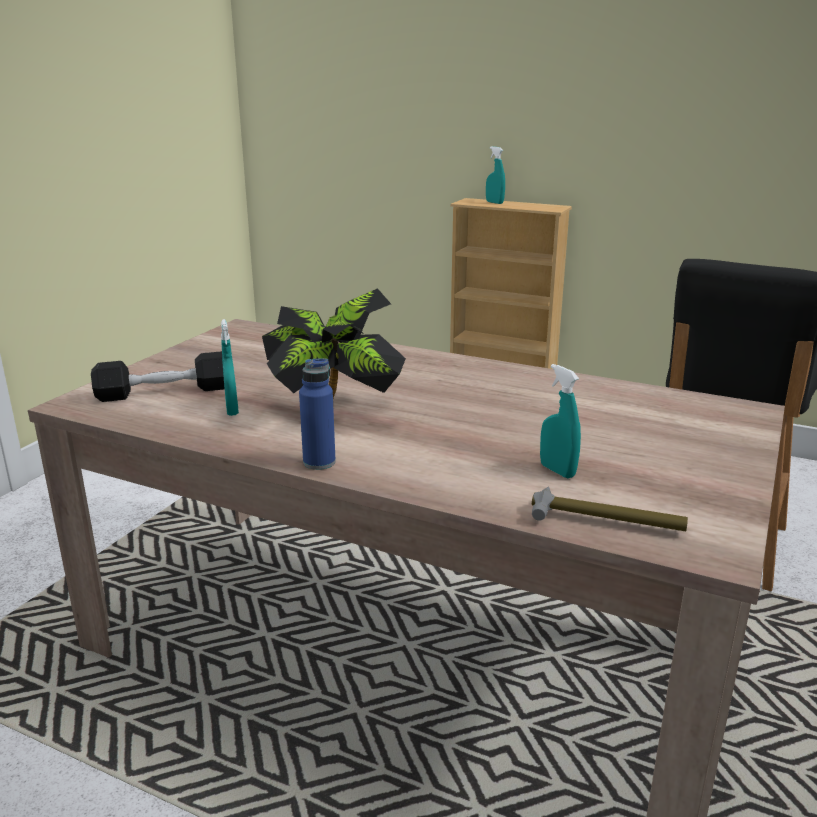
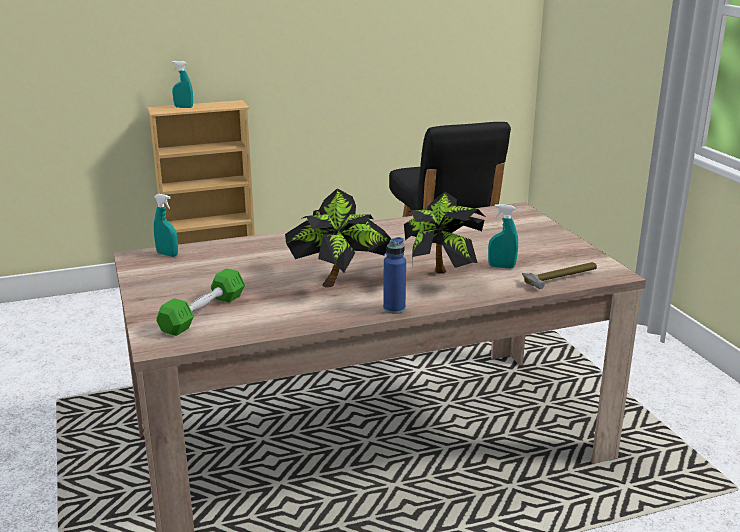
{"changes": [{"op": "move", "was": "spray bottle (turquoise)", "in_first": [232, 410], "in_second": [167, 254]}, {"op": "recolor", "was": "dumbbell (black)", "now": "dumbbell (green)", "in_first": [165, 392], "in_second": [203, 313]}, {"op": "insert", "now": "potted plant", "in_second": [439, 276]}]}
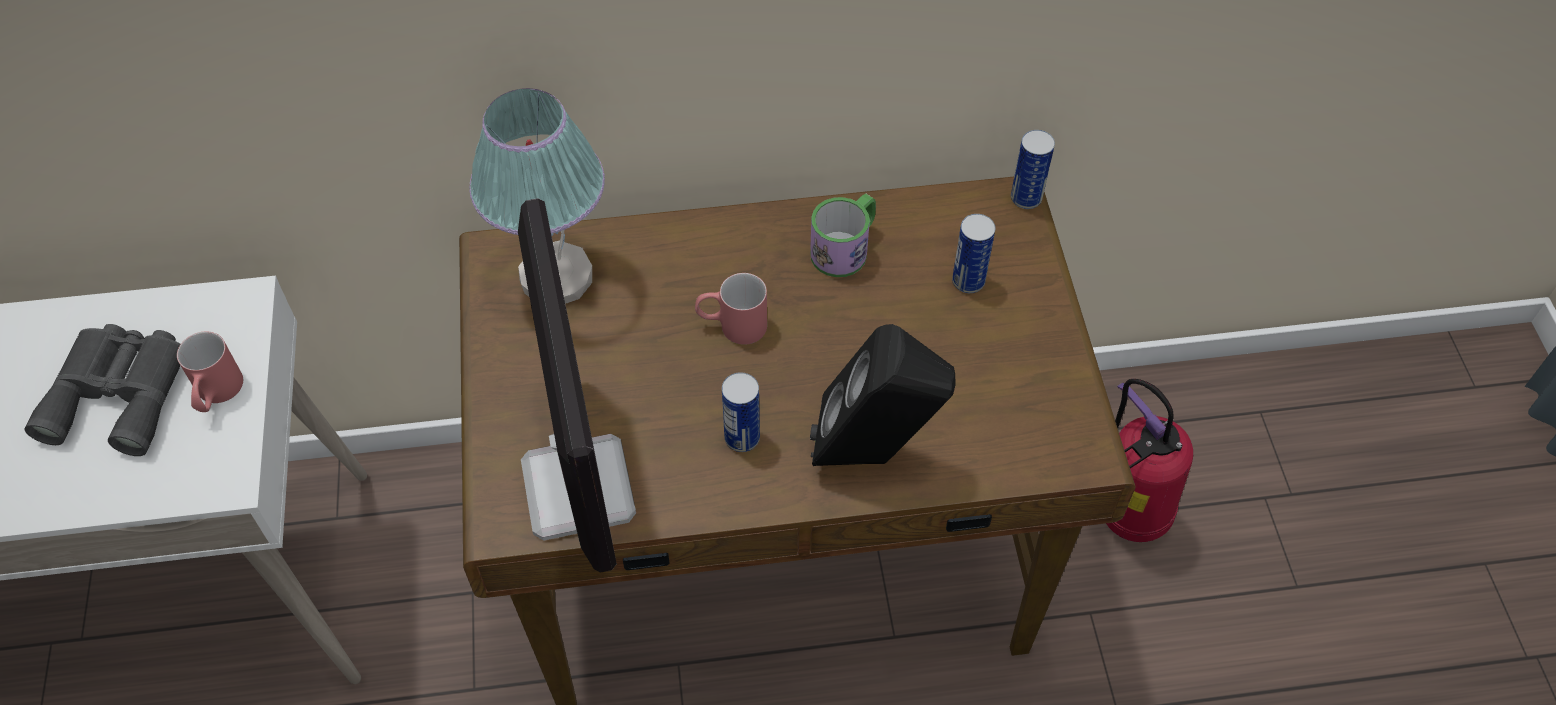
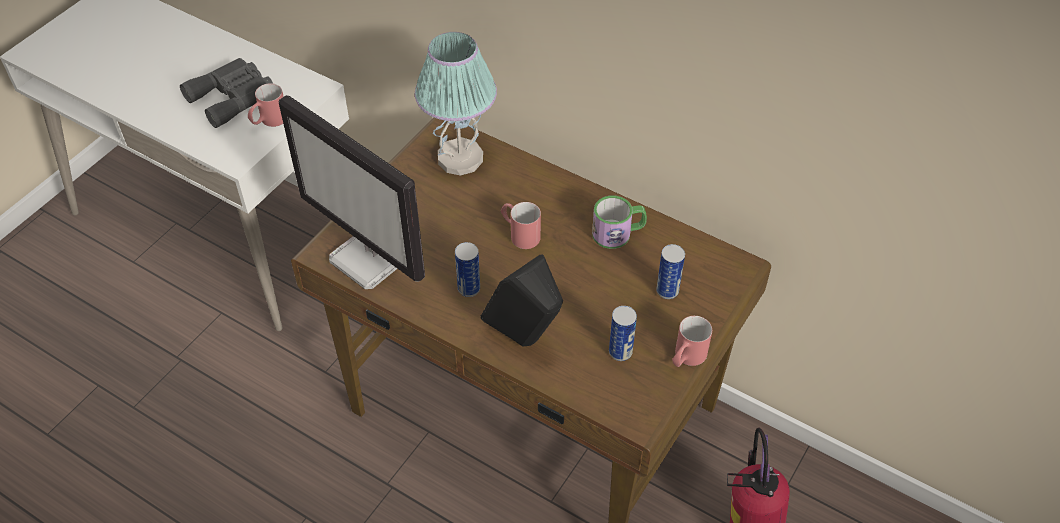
{"changes": [{"op": "move", "was": "can", "in_first": [1026, 198], "in_second": [620, 352]}, {"op": "rotate", "was": "monitor", "in_first": [577, 486], "in_second": [371, 258], "clockwise": 105}, {"op": "insert", "now": "mug (red)", "in_second": [686, 358]}]}
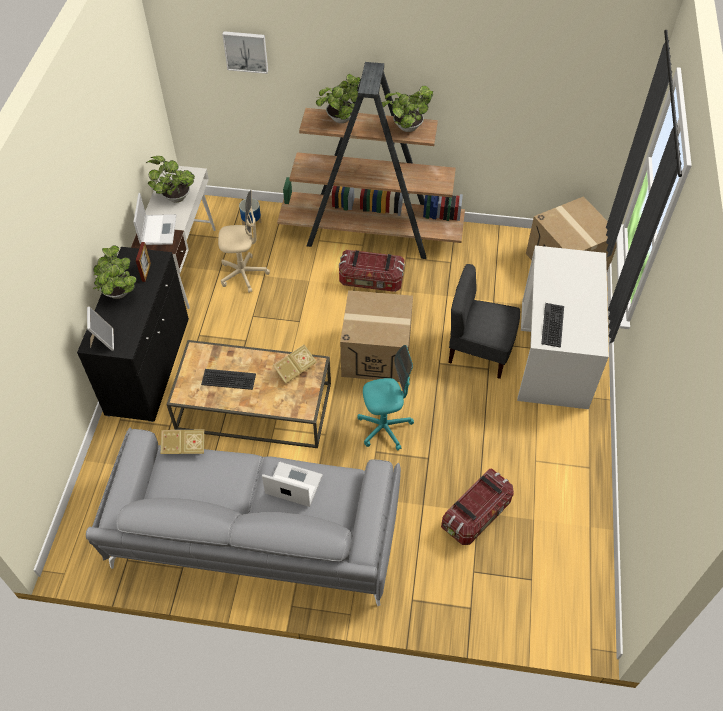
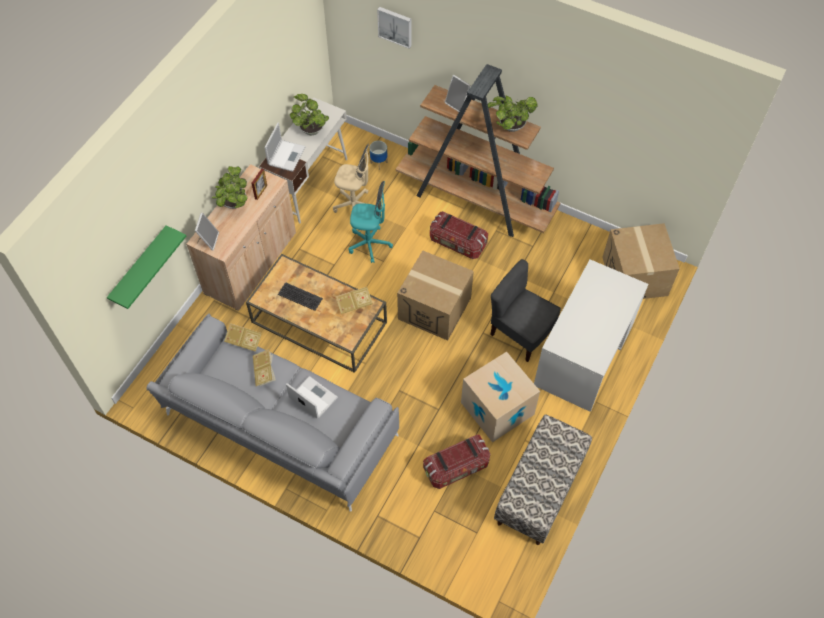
{"changes": [{"op": "replace", "was": "potted plant", "now": "picture frame", "in_first": [339, 120], "in_second": [458, 104]}, {"op": "recolor", "was": "cabinet (black)", "now": "cabinet (beige)", "in_first": [149, 366], "in_second": [251, 263]}, {"op": "delete", "was": "keyboard", "in_first": [553, 325]}, {"op": "move", "was": "office chair (turquoise)", "in_first": [384, 428], "in_second": [369, 244]}, {"op": "insert", "now": "shelf (green)", "in_second": [140, 267]}, {"op": "insert", "now": "book", "in_second": [265, 372]}, {"op": "insert", "now": "cardboard box", "in_second": [497, 408]}, {"op": "insert", "now": "bench", "in_second": [540, 490]}]}
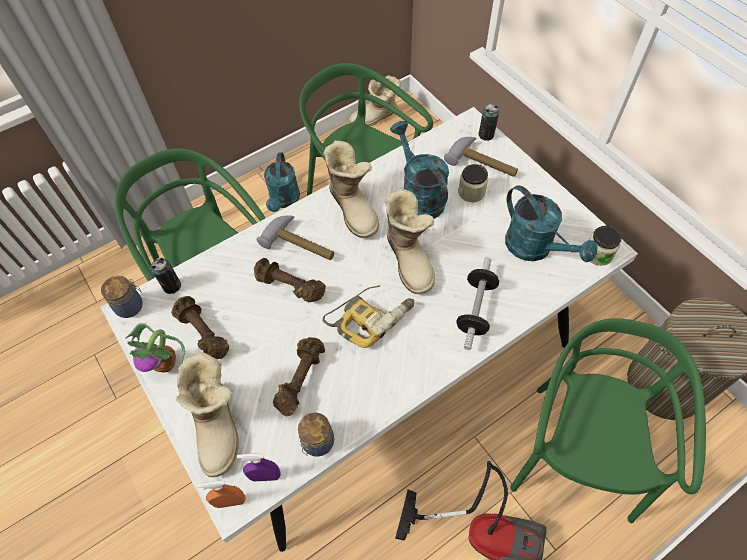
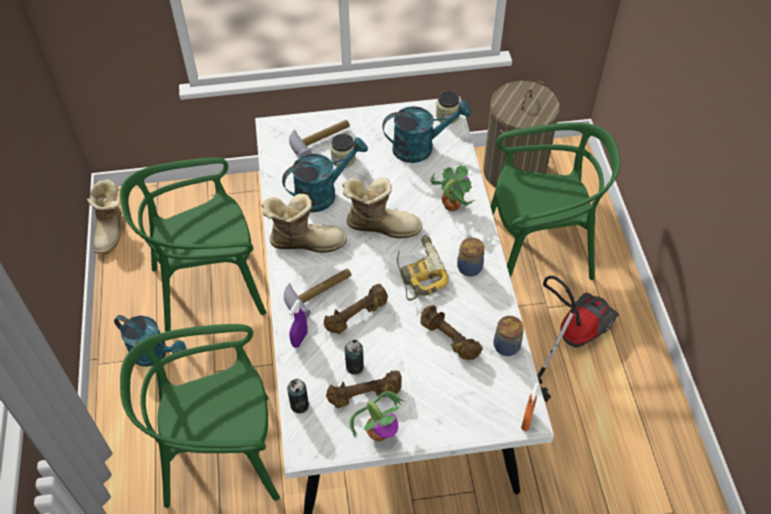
{"changes": [{"op": "move", "was": "can", "in_first": [486, 135], "in_second": [354, 367]}, {"op": "rotate", "was": "watering can (turquoise)", "in_first": [418, 195], "in_second": [322, 193], "clockwise": 150}, {"op": "replace", "was": "dumbbell", "now": "potted plant", "in_first": [476, 309], "in_second": [451, 205]}, {"op": "move", "was": "jar", "in_first": [131, 306], "in_second": [469, 266]}, {"op": "rotate", "was": "chair (green)", "in_first": [576, 452], "in_second": [537, 251], "clockwise": 135}, {"op": "delete", "was": "boot", "in_first": [219, 425]}, {"op": "move", "was": "spray bottle (purple)", "in_first": [265, 476], "in_second": [299, 339]}]}
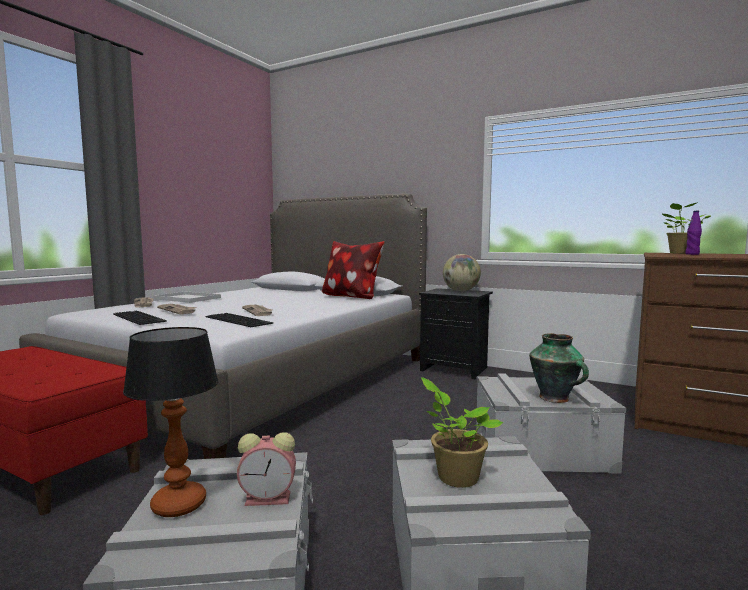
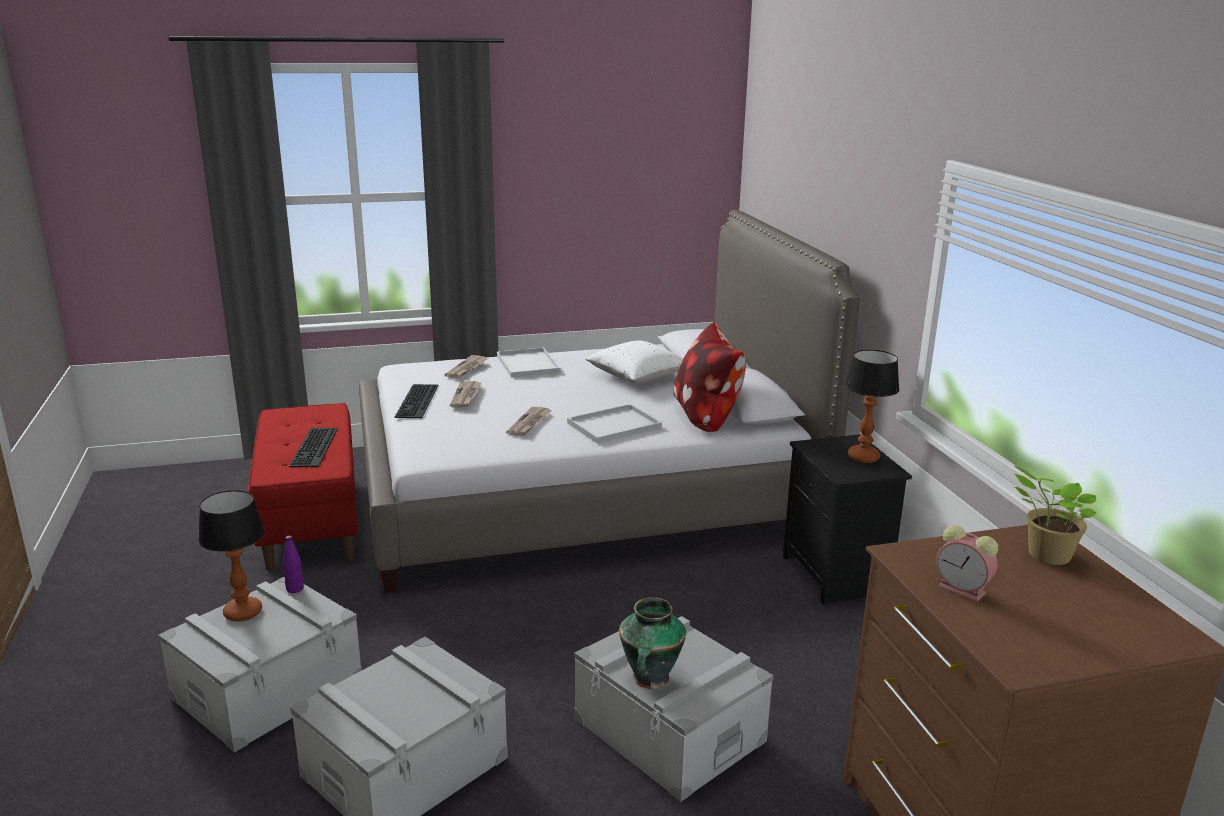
{"changes": [{"op": "move", "was": "bottle (purple)", "in_first": [692, 254], "in_second": [295, 589]}, {"op": "replace", "was": "globe", "now": "table lamp", "in_first": [460, 291], "in_second": [862, 457]}, {"op": "move", "was": "keyboard", "in_first": [240, 320], "in_second": [316, 447]}, {"op": "delete", "was": "potted plant", "in_first": [455, 476]}, {"op": "move", "was": "alarm clock", "in_first": [270, 498], "in_second": [964, 590]}, {"op": "insert", "now": "pillow (white)", "in_second": [637, 377]}, {"op": "insert", "now": "tray (white)", "in_second": [613, 426]}]}
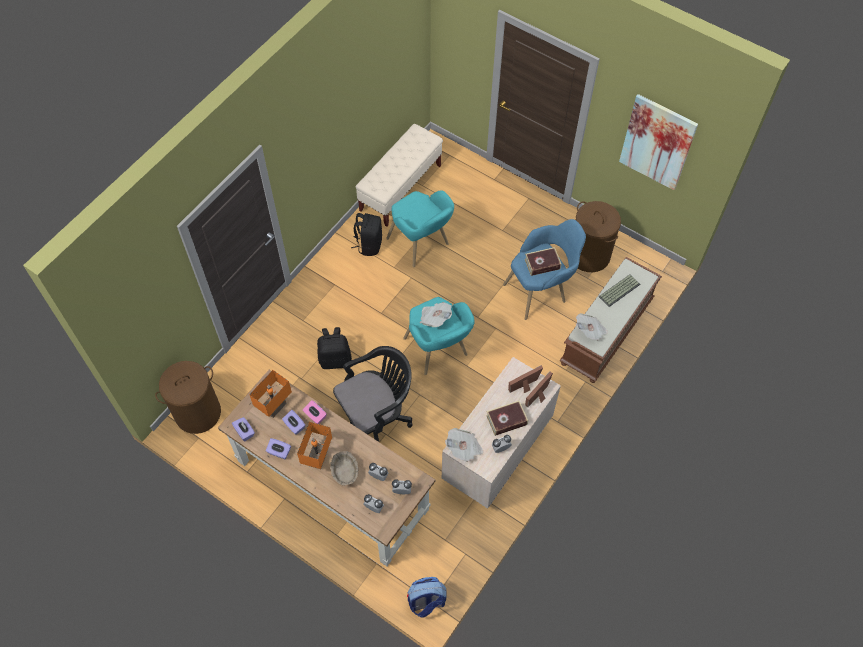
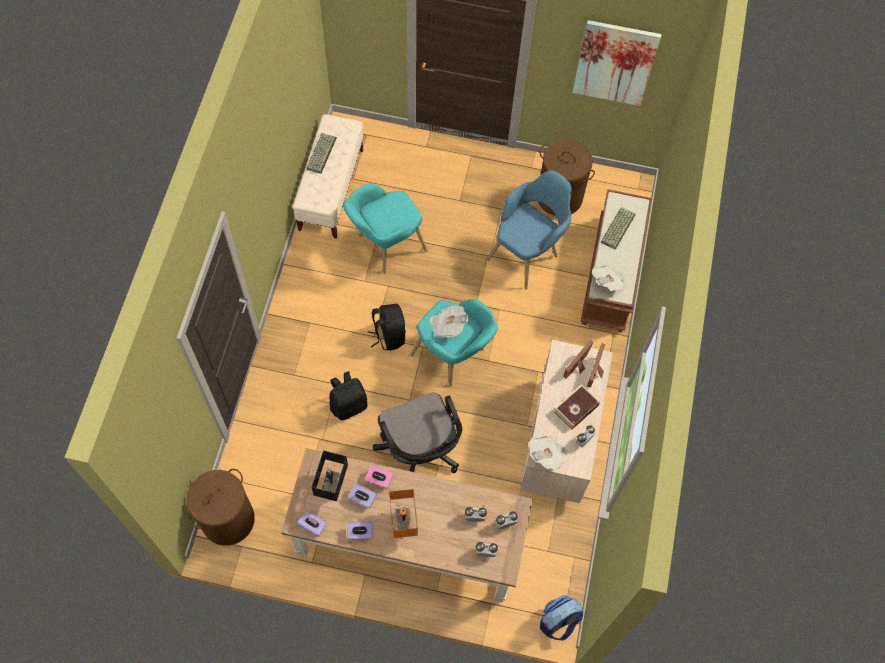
{"changes": [{"op": "rotate", "was": "armchair (turquoise)", "in_first": [422, 247], "in_second": [384, 247], "clockwise": 120}, {"op": "move", "was": "backpack (black)", "in_first": [369, 244], "in_second": [388, 335]}, {"op": "delete", "was": "book", "in_first": [542, 264]}, {"op": "rotate", "was": "office chair (black)", "in_first": [375, 418], "in_second": [420, 452], "clockwise": 120}, {"op": "recolor", "was": "table lamp (orange)", "now": "table lamp (black)", "in_first": [275, 408], "in_second": [333, 487]}, {"op": "delete", "was": "bowl (beige)", "in_first": [345, 473]}, {"op": "insert", "now": "keyboard", "in_second": [321, 153]}]}
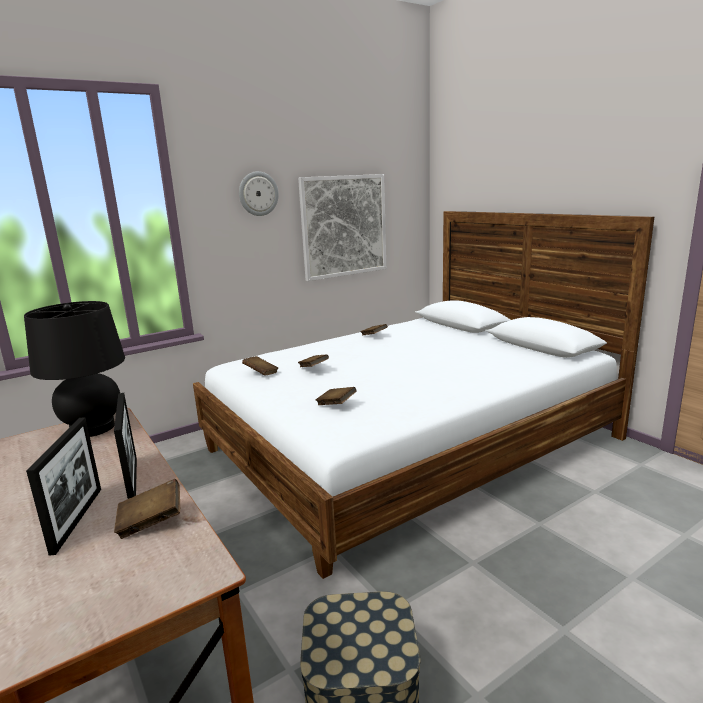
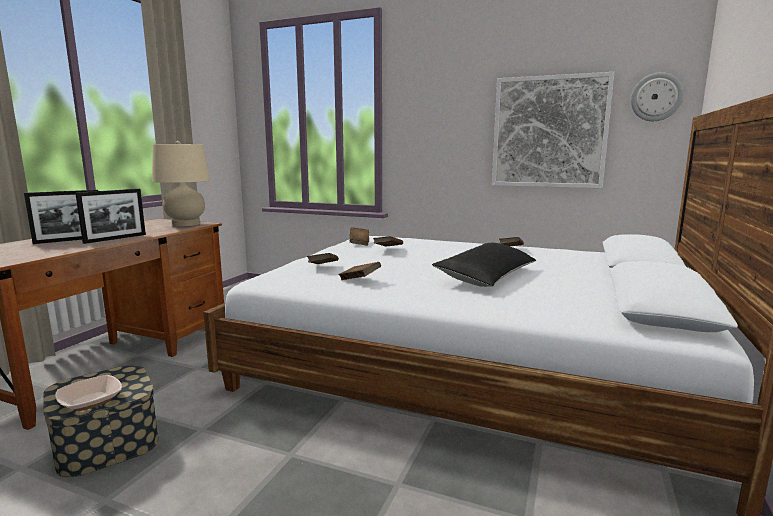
{"changes": [{"op": "move", "was": "wall clock", "in_first": [258, 193], "in_second": [656, 97]}, {"op": "recolor", "was": "table lamp (black)", "now": "table lamp (beige)", "in_first": [93, 428], "in_second": [186, 224]}, {"op": "move", "was": "book (brown)", "in_first": [151, 522], "in_second": [359, 280]}, {"op": "insert", "now": "pillow (black)", "in_second": [486, 276]}, {"op": "insert", "now": "bowl", "in_second": [91, 401]}]}
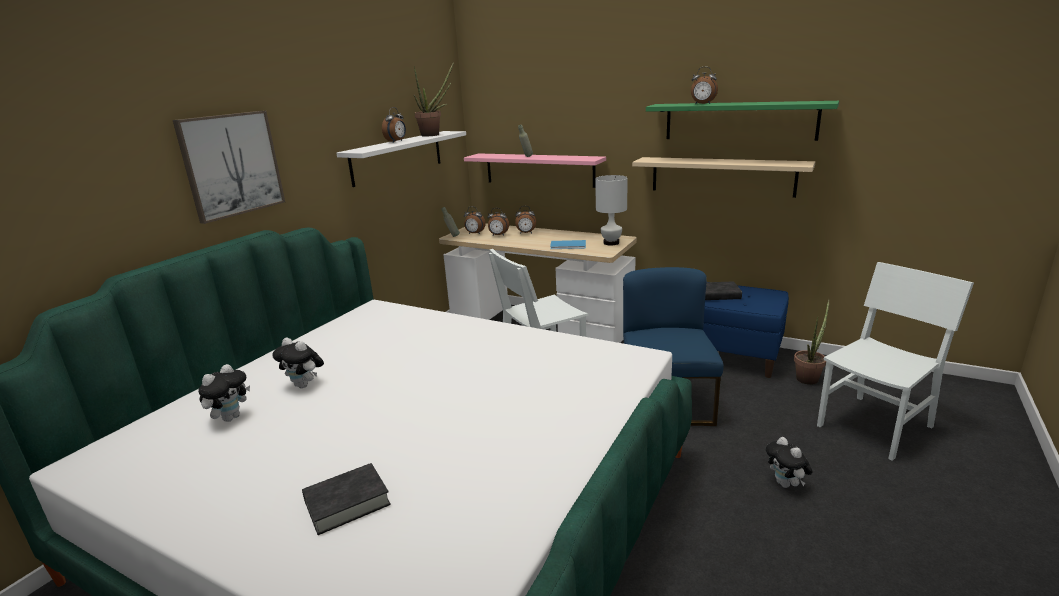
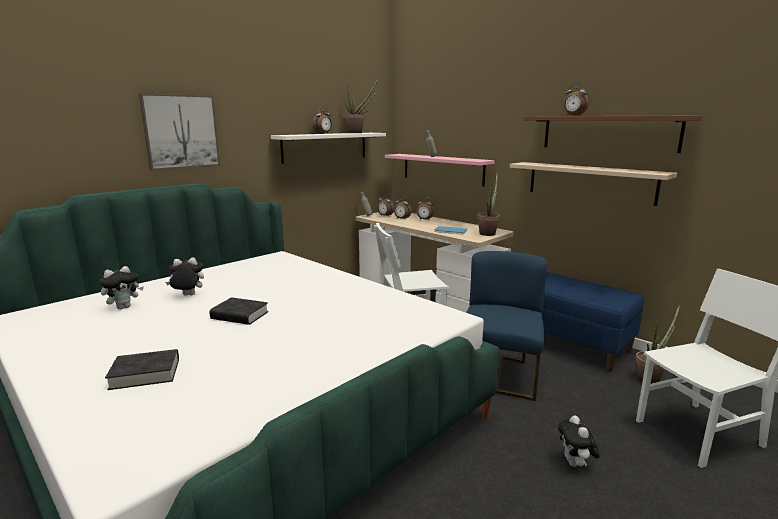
{"changes": [{"op": "recolor", "was": "shelf (green)", "now": "shelf (brown)", "in_first": [739, 121], "in_second": [608, 133]}, {"op": "replace", "was": "table lamp (white)", "now": "potted plant", "in_first": [611, 243], "in_second": [488, 233]}, {"op": "move", "was": "book (black)", "in_first": [719, 295], "in_second": [240, 315]}, {"op": "rotate", "was": "plush toy", "in_first": [304, 385], "in_second": [187, 296], "clockwise": 120}]}
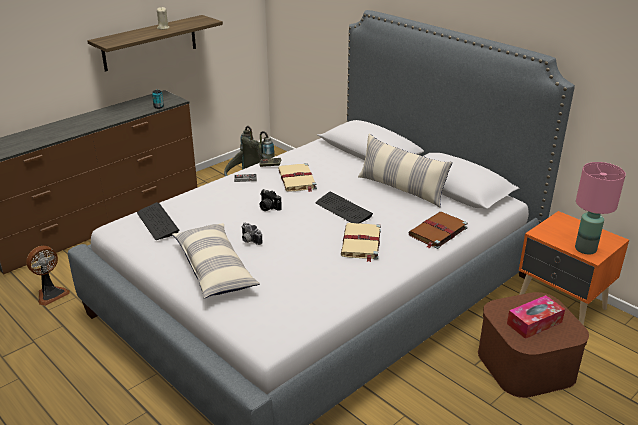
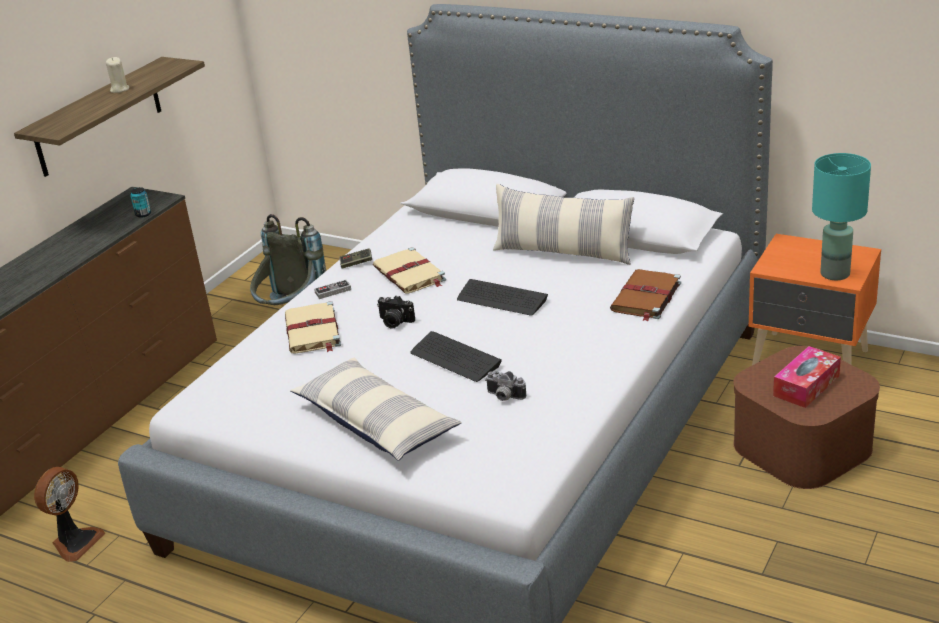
{"changes": [{"op": "recolor", "was": "table lamp (pink)", "now": "table lamp (turquoise)", "in_first": [586, 249], "in_second": [835, 273]}, {"op": "move", "was": "keyboard", "in_first": [157, 222], "in_second": [455, 358]}, {"op": "move", "was": "photo camera", "in_first": [249, 240], "in_second": [504, 397]}, {"op": "move", "was": "book (beige)", "in_first": [361, 243], "in_second": [313, 332]}]}
